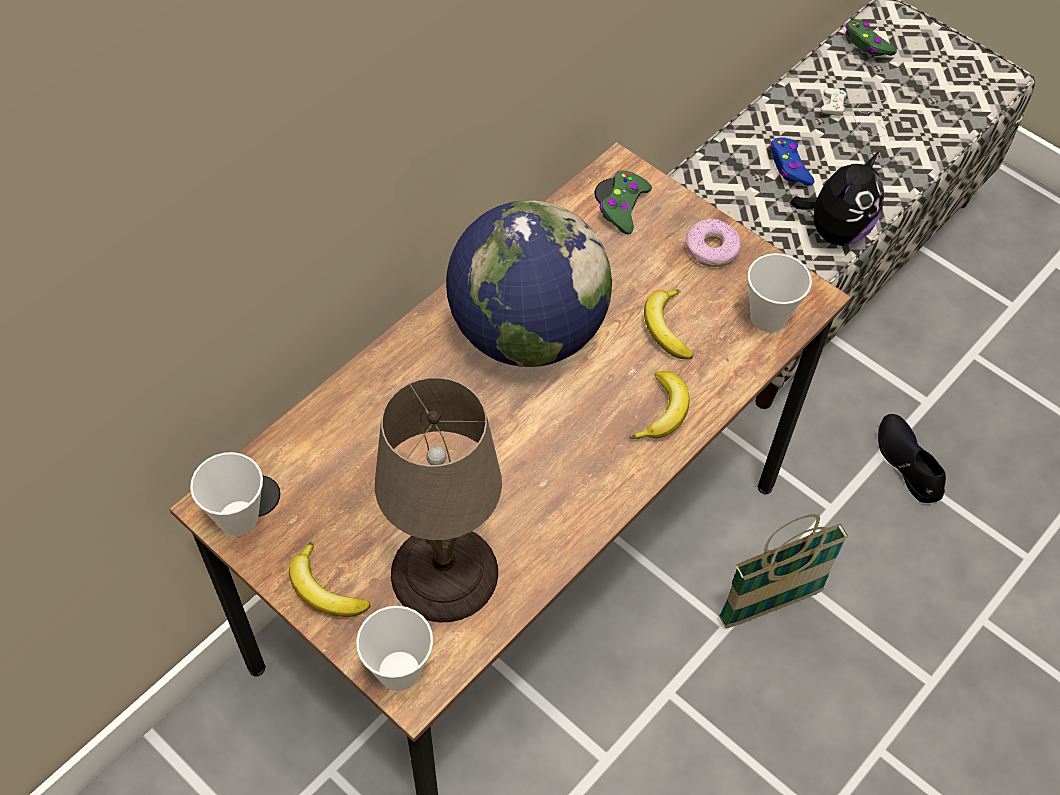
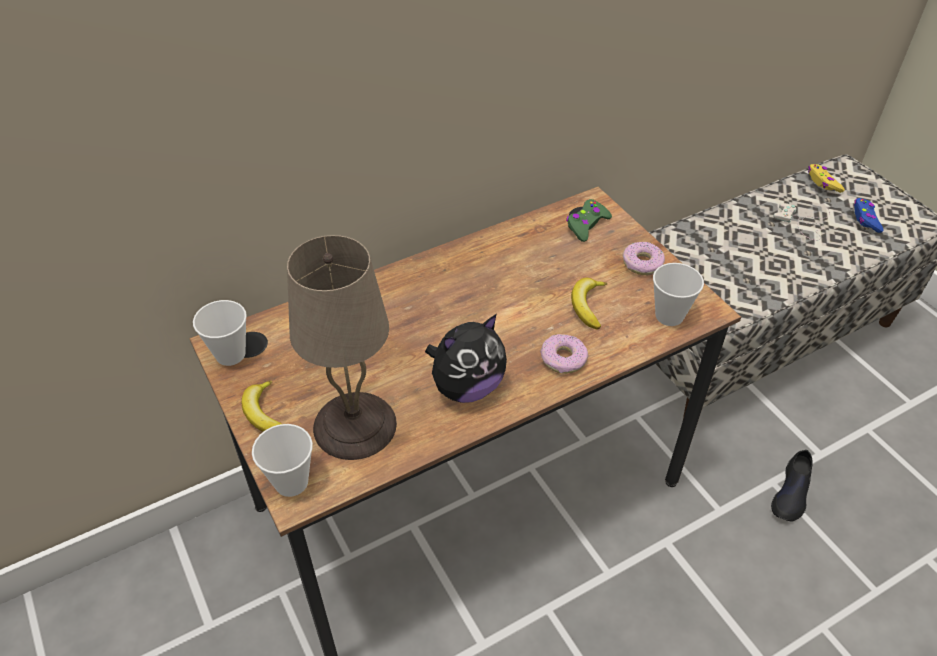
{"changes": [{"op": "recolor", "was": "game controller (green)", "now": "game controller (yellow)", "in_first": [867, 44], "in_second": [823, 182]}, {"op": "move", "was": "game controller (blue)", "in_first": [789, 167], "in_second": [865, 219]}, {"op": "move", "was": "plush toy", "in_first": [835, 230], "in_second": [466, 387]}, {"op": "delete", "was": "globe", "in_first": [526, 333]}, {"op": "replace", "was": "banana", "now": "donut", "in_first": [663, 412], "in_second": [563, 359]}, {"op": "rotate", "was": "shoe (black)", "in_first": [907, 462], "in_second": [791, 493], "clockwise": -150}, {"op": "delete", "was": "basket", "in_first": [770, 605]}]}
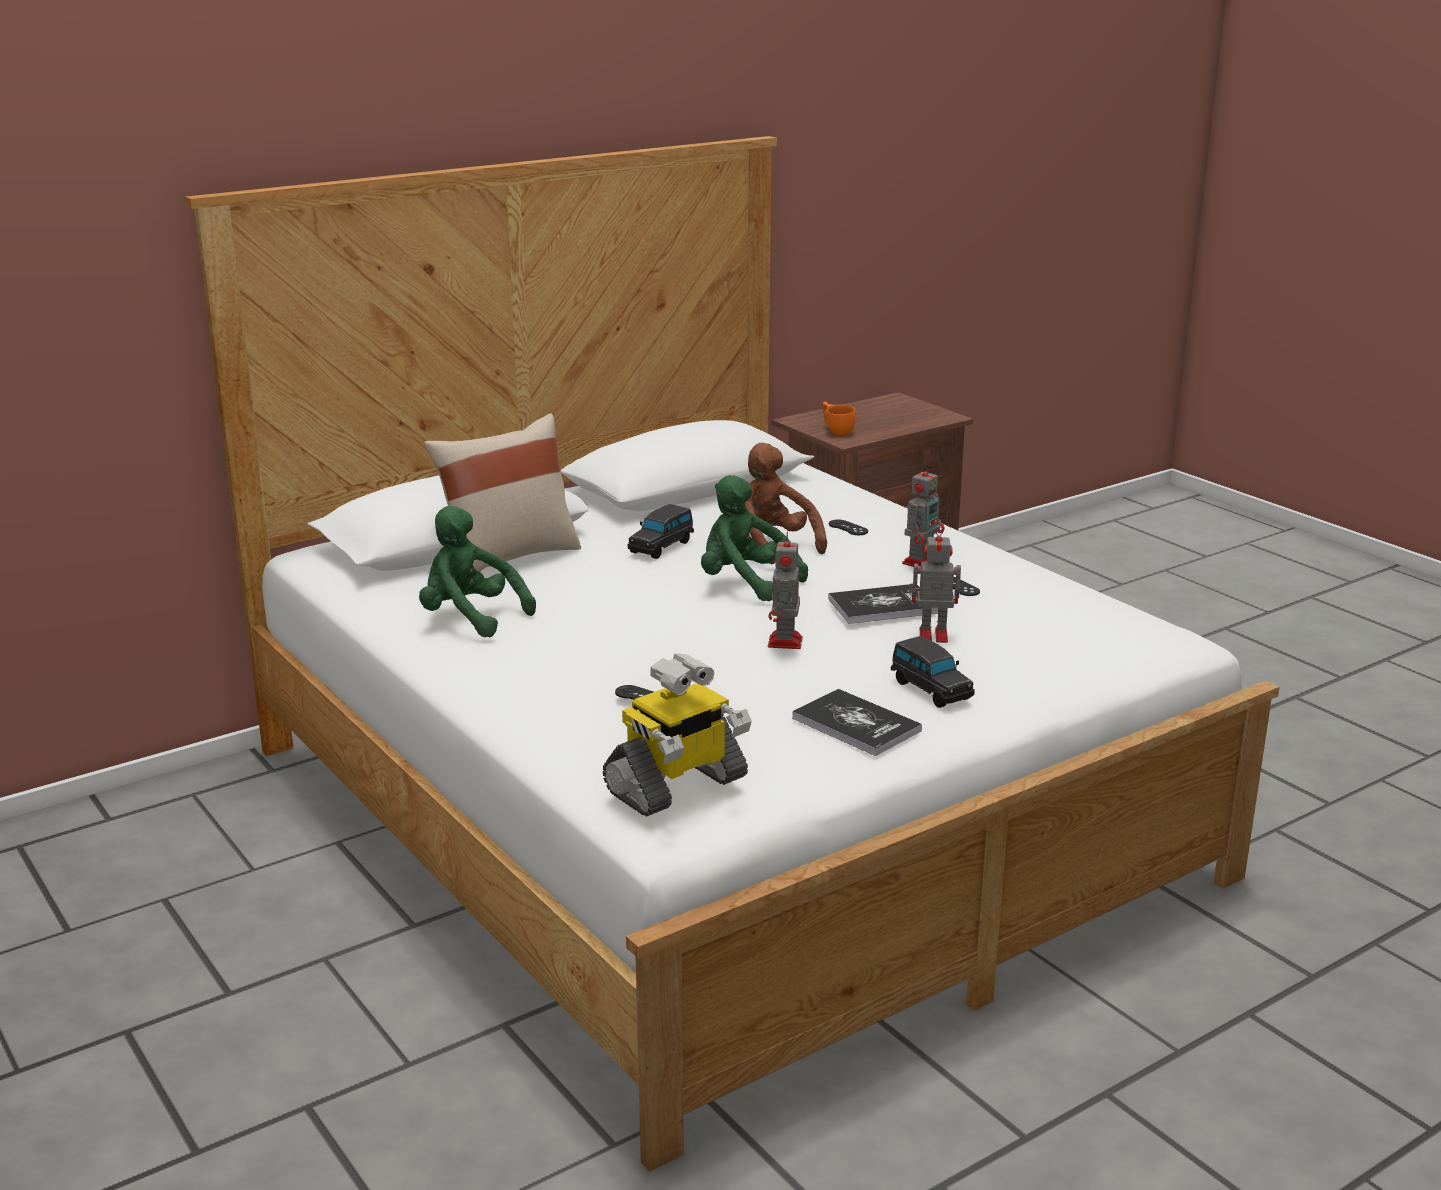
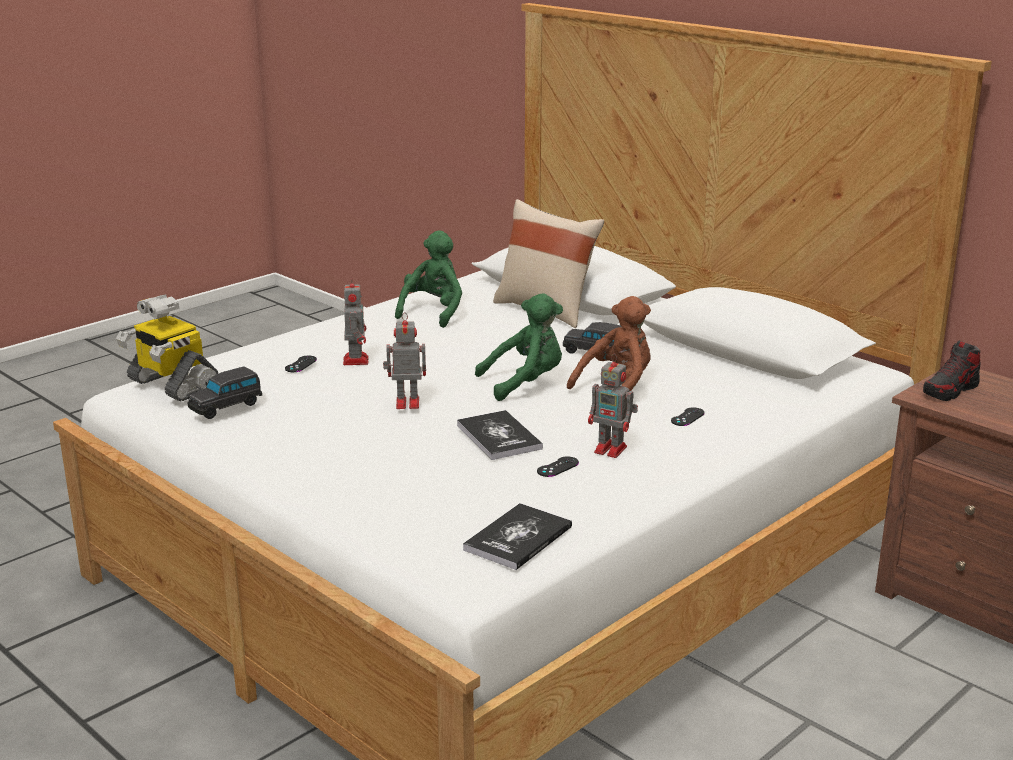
{"changes": [{"op": "replace", "was": "cup (orange)", "now": "shoe", "in_first": [837, 430], "in_second": [950, 390]}, {"op": "rotate", "was": "plush toy (green)", "in_first": [745, 583], "in_second": [525, 383], "clockwise": 45}, {"op": "move", "was": "toy robot", "in_first": [931, 635], "in_second": [356, 360]}, {"op": "move", "was": "toy car (black)", "in_first": [930, 689], "in_second": [227, 406]}, {"op": "move", "was": "book", "in_first": [856, 724], "in_second": [518, 538]}]}
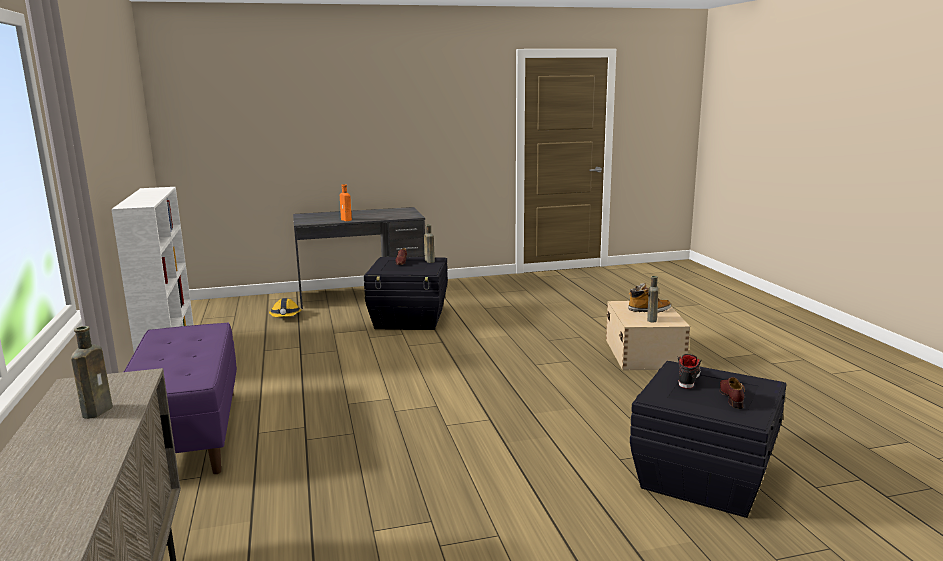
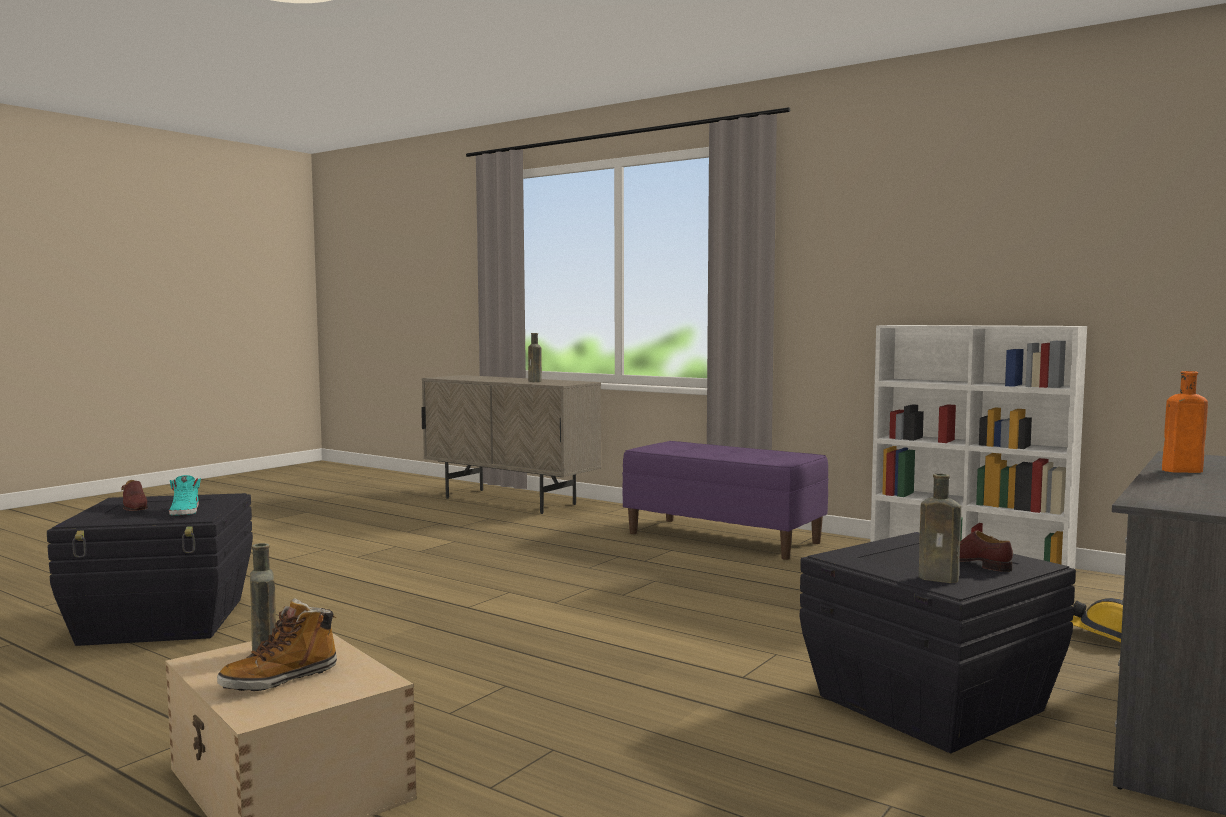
{"changes": [{"op": "recolor", "was": "shoe (black)", "now": "shoe (turquoise)", "in_first": [688, 378], "in_second": [185, 511]}]}
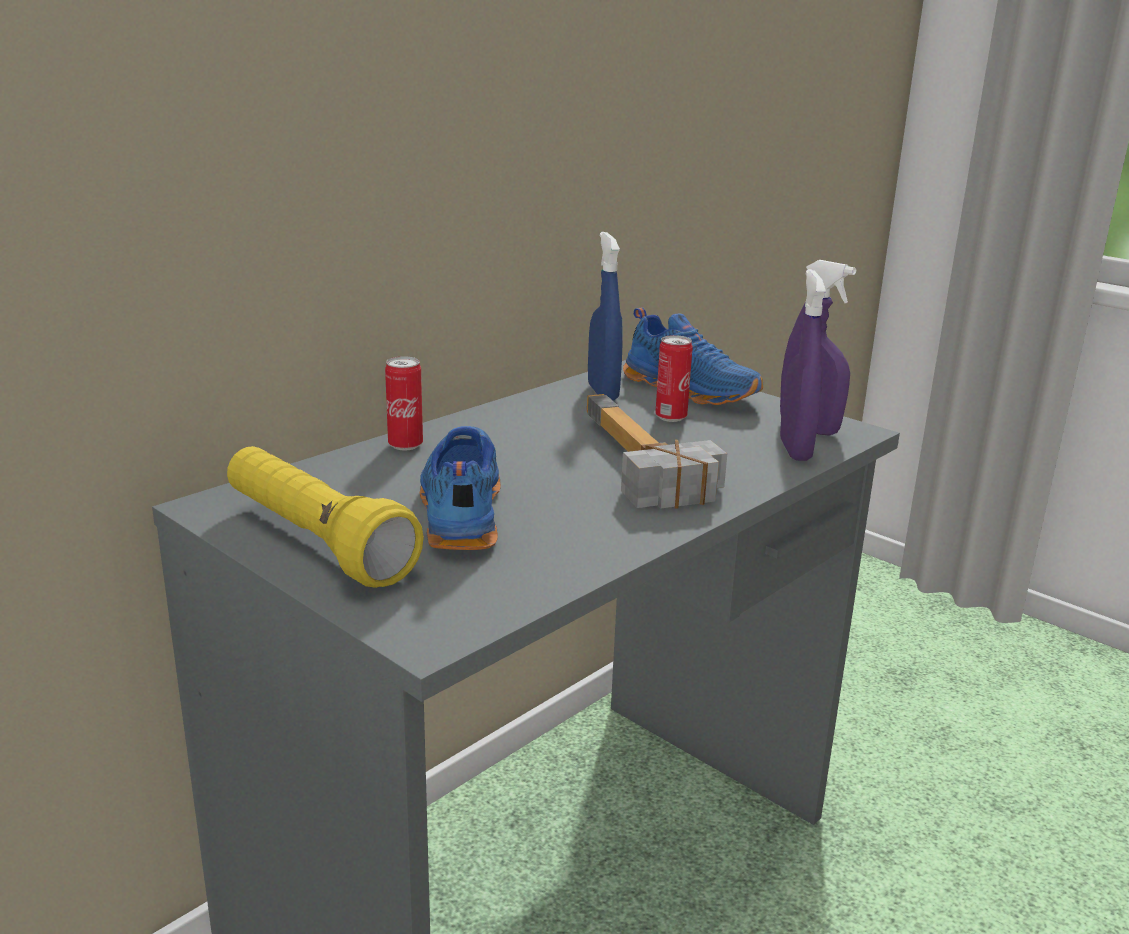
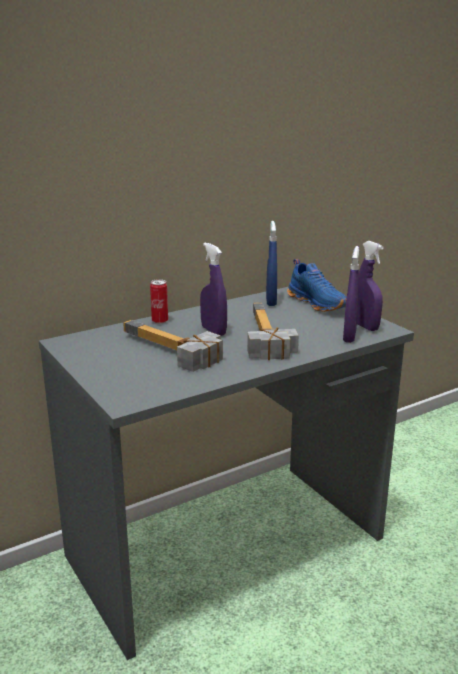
{"changes": [{"op": "delete", "was": "can", "in_first": [671, 417]}, {"op": "replace", "was": "shoe (blue)", "now": "hammer", "in_first": [458, 509], "in_second": [167, 352]}, {"op": "delete", "was": "flashlight (yellow)", "in_first": [316, 542]}, {"op": "insert", "now": "spray bottle (purple)", "in_second": [213, 331]}]}
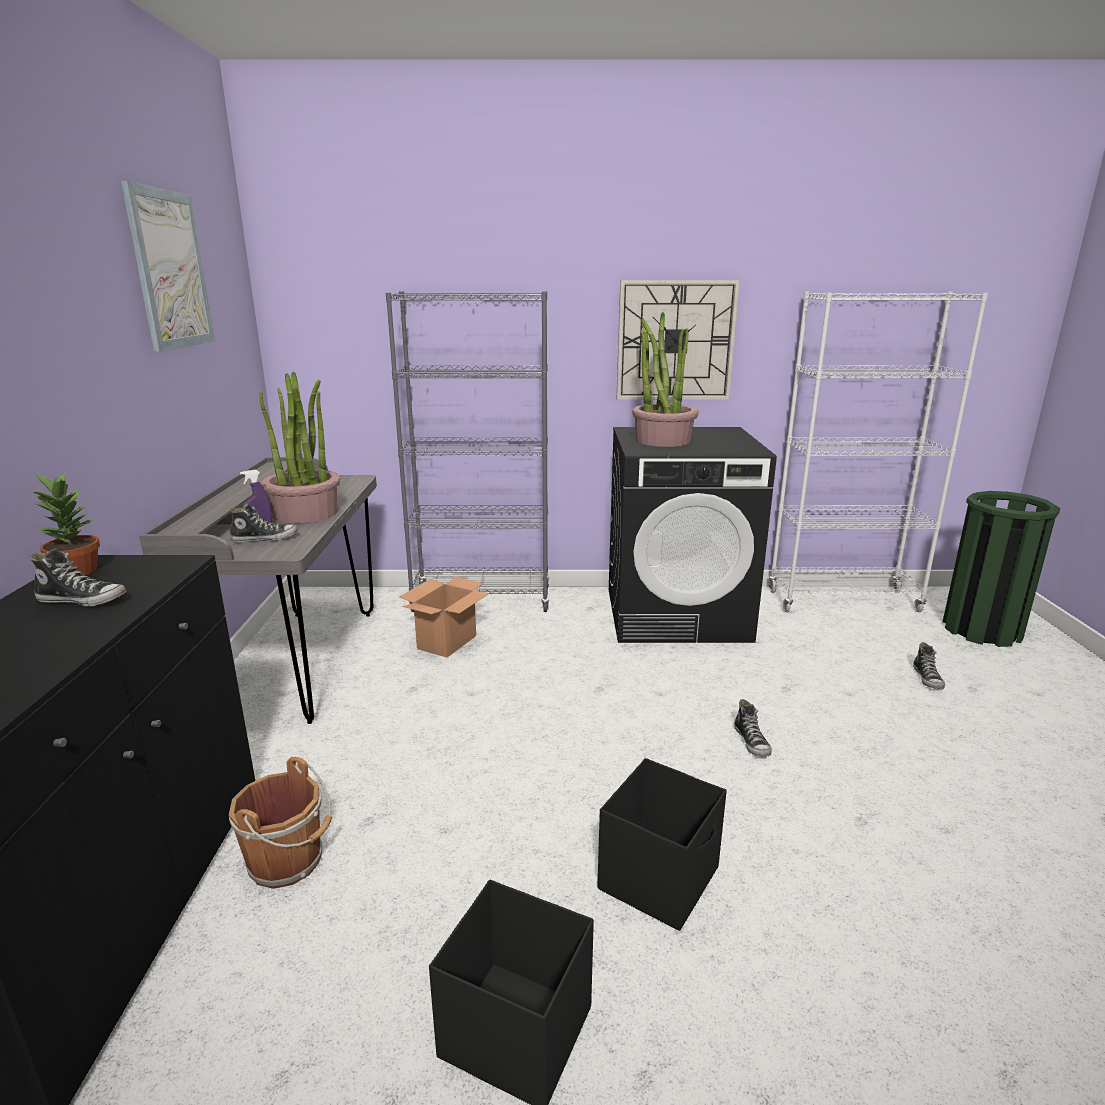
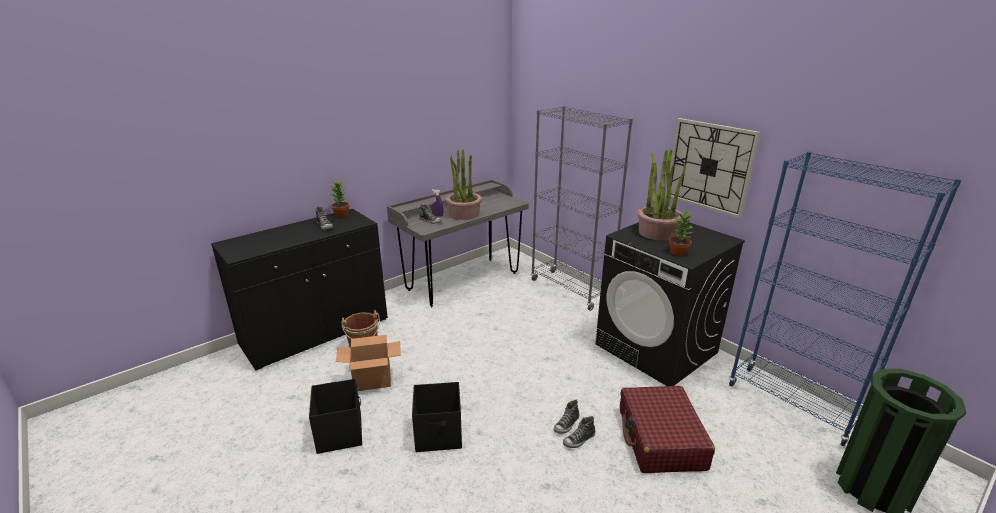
{"changes": [{"op": "delete", "was": "picture", "in_first": [170, 270]}, {"op": "recolor", "was": "bookcase (white)", "now": "bookcase (blue)", "in_first": [843, 601], "in_second": [792, 404]}, {"op": "move", "was": "cardboard box", "in_first": [447, 642], "in_second": [373, 380]}, {"op": "move", "was": "shoe", "in_first": [928, 679], "in_second": [579, 440]}, {"op": "insert", "now": "potted plant", "in_second": [678, 252]}, {"op": "insert", "now": "suitcase (red)", "in_second": [660, 439]}]}
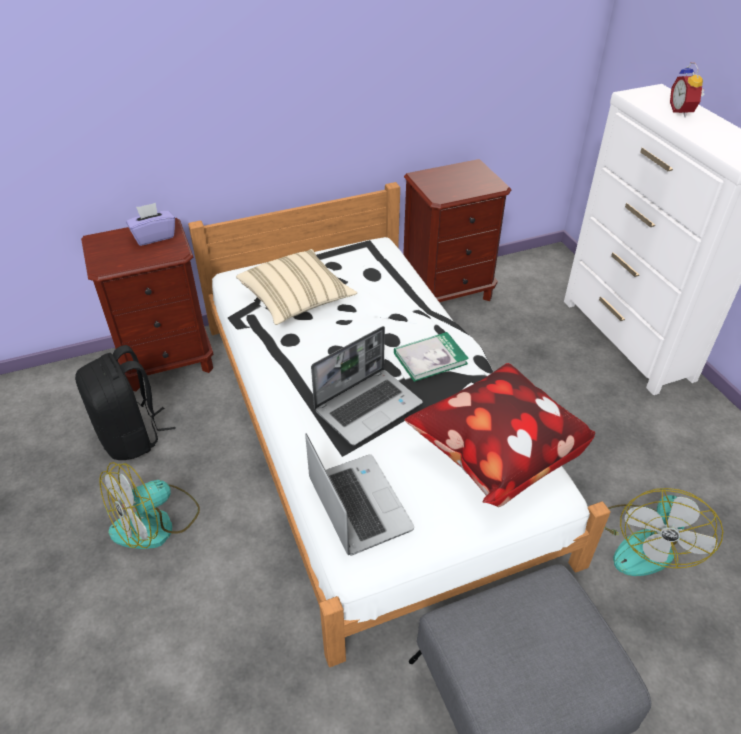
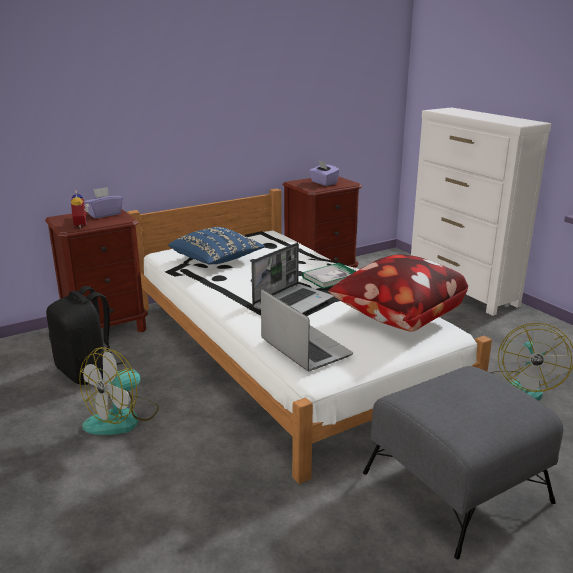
{"changes": [{"op": "move", "was": "alarm clock", "in_first": [682, 112], "in_second": [83, 225]}, {"op": "recolor", "was": "pillow (beige)", "now": "pillow (blue)", "in_first": [296, 300], "in_second": [217, 259]}, {"op": "insert", "now": "tissue box (purple)", "in_second": [323, 183]}]}
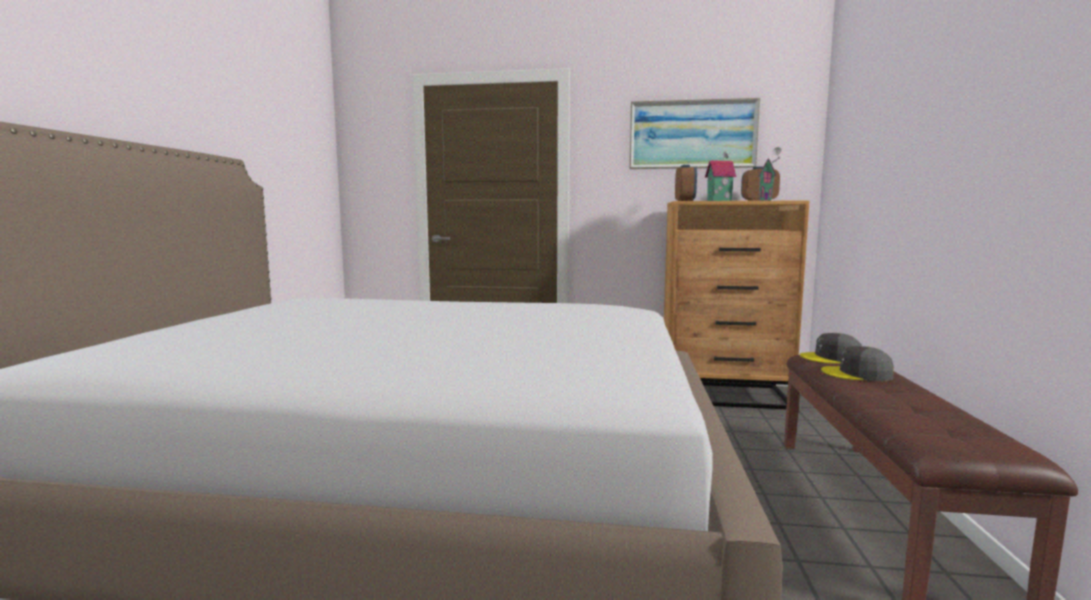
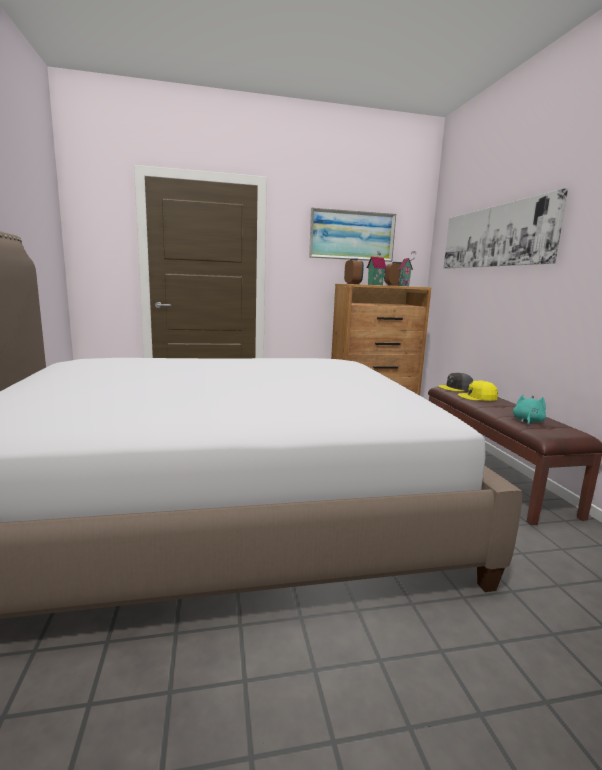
{"changes": [{"op": "recolor", "was": "cap (grey)", "now": "cap (yellow)", "in_first": [857, 374], "in_second": [477, 397]}, {"op": "insert", "now": "picture", "in_second": [494, 236]}, {"op": "insert", "now": "plush toy (turquoise)", "in_second": [527, 421]}]}
